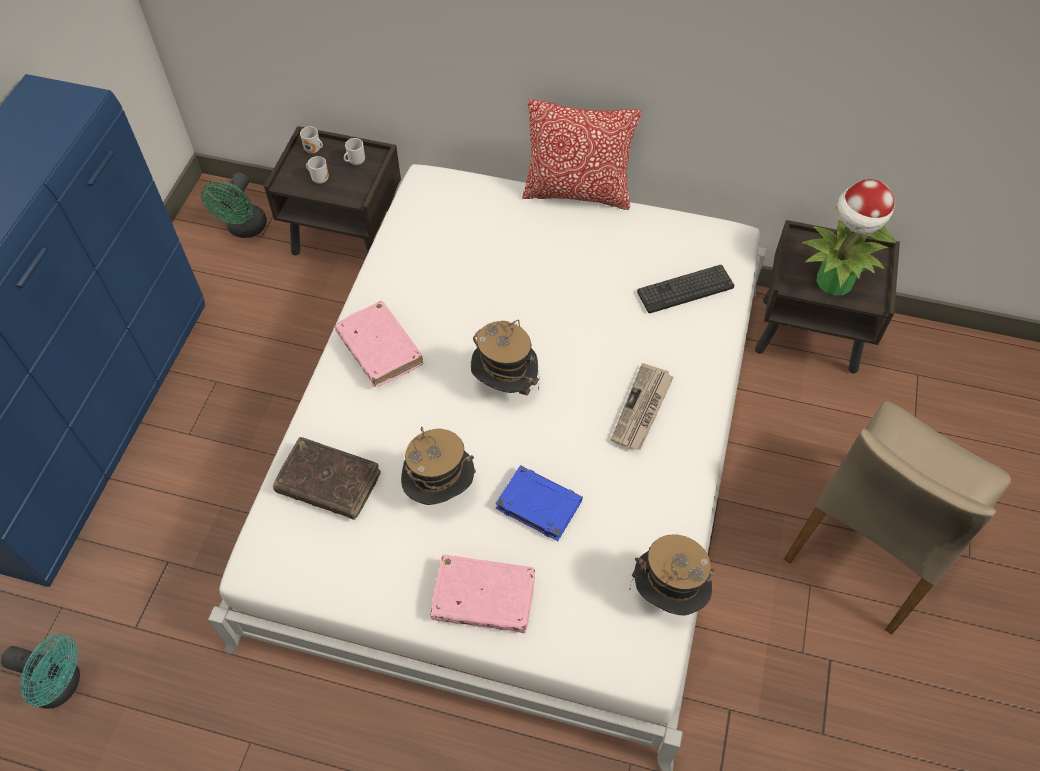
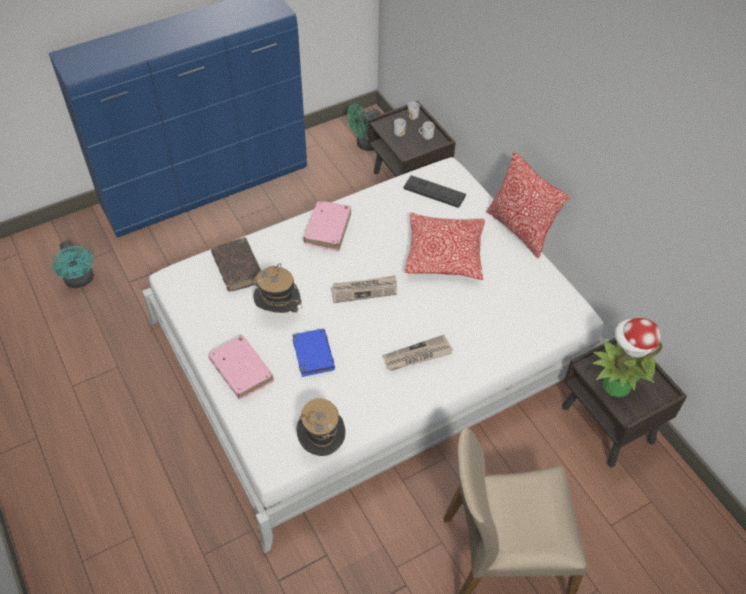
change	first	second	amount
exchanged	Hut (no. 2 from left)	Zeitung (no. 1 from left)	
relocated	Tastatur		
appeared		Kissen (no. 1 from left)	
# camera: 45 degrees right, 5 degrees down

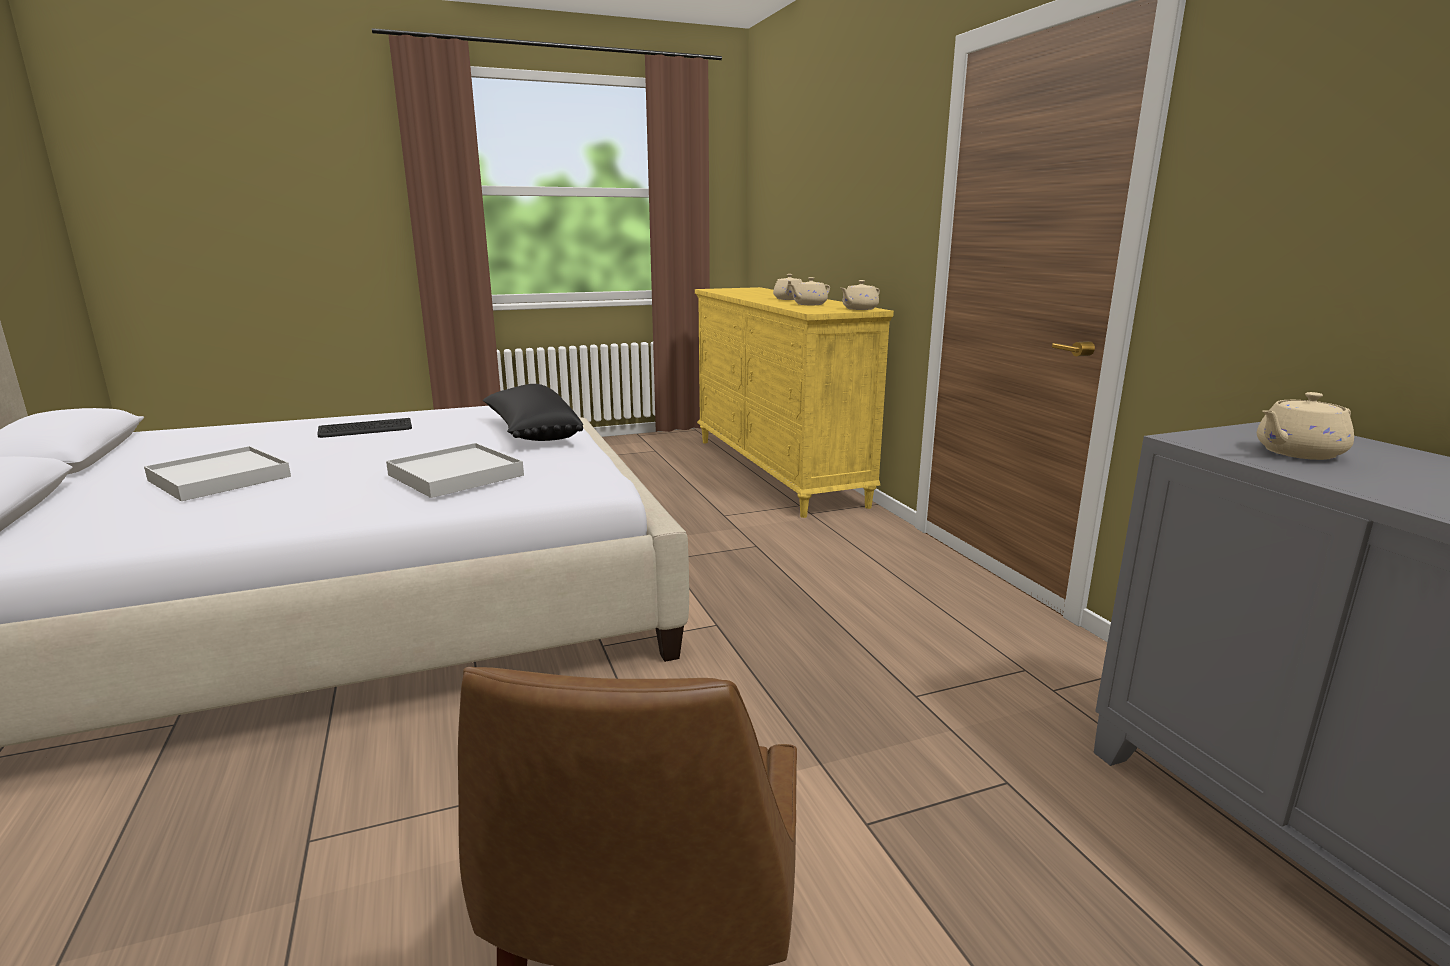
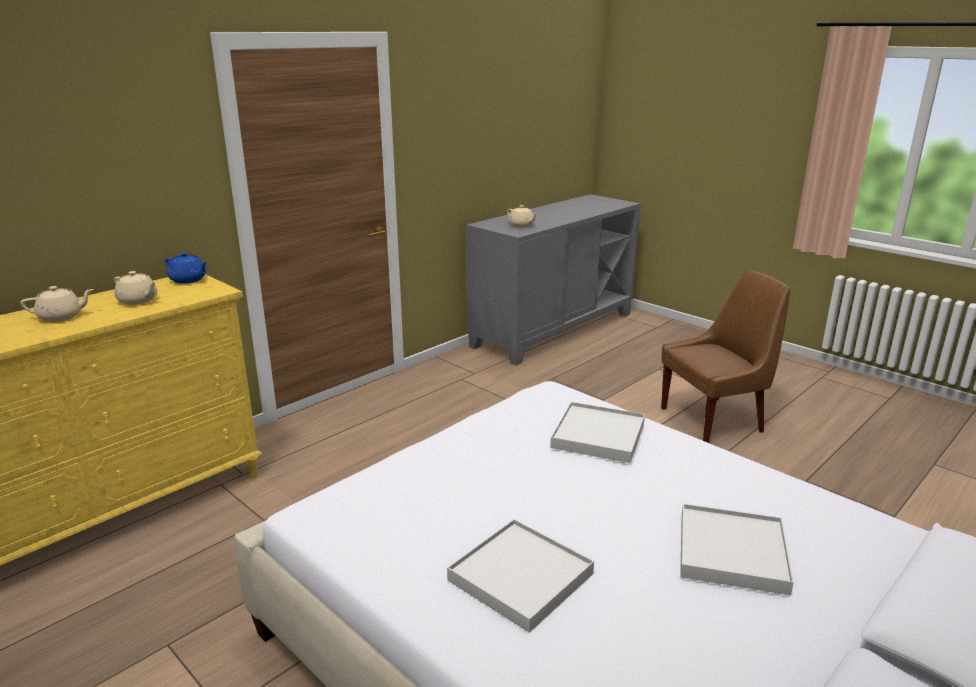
change	first	second	amount
colour	Teekanne (beige) (no. 3 from left)	Teekanne (blau)	
exchanged	Tastatur	Tablett (weiß) (no. 1 from left)	
missing	Kissen (schwarz)		
# camera: 115 degrees left, 5 degrees up

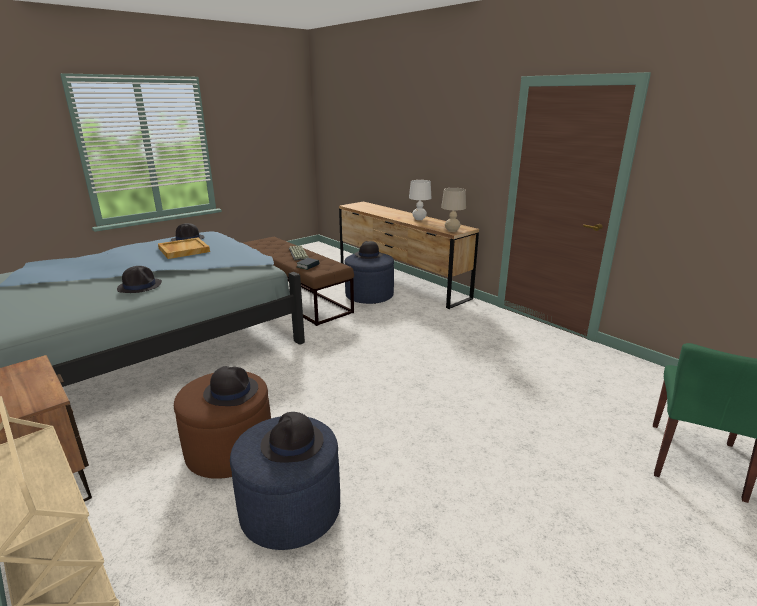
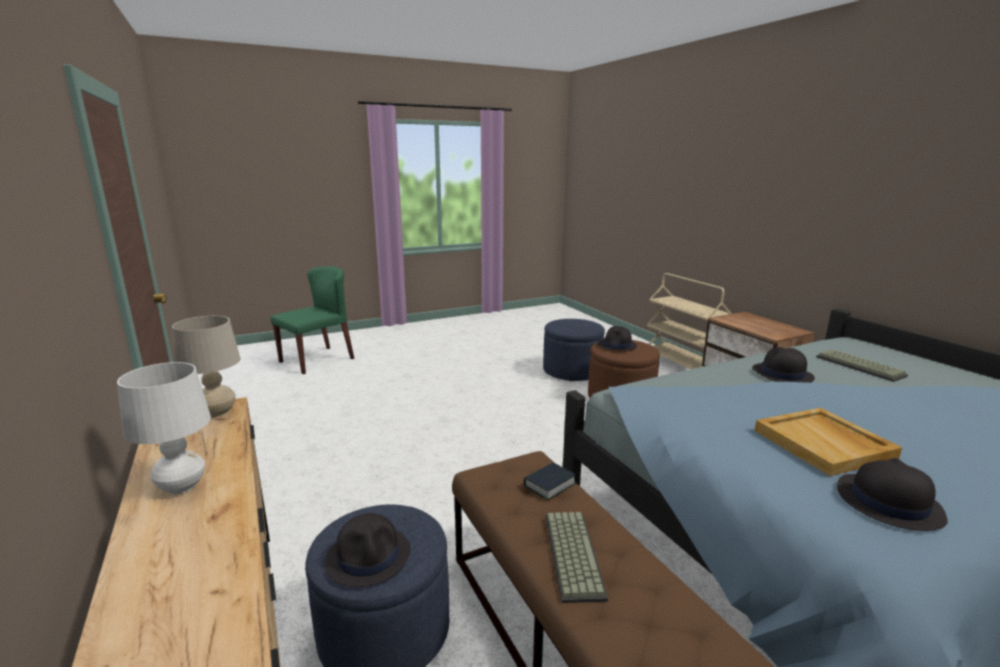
change	first	second	amount
appeared		Tastatur (no. 2 from left)	
missing	Hut (schwarz) (no. 4 from left)		
# camera: 165 degrees left, 5 degrees down

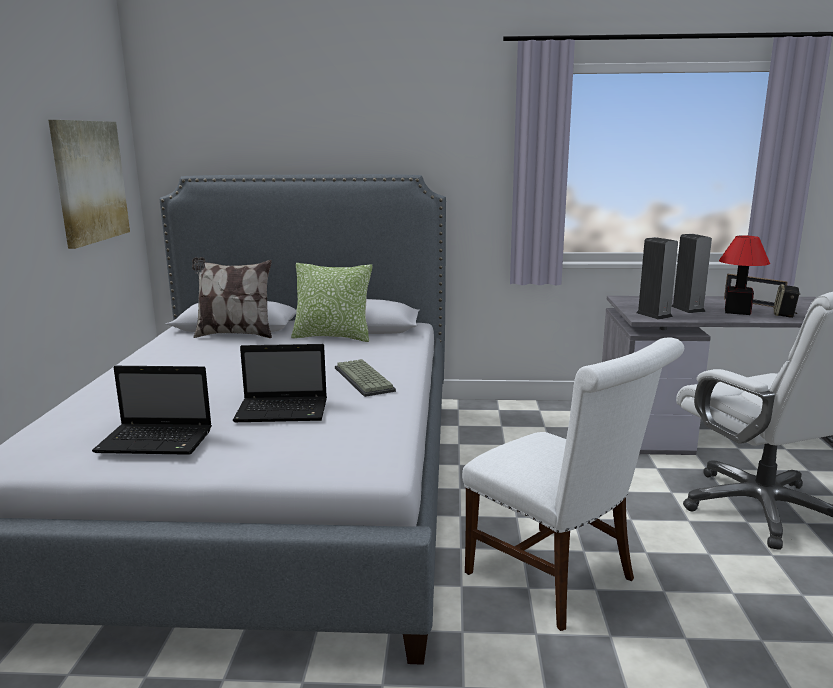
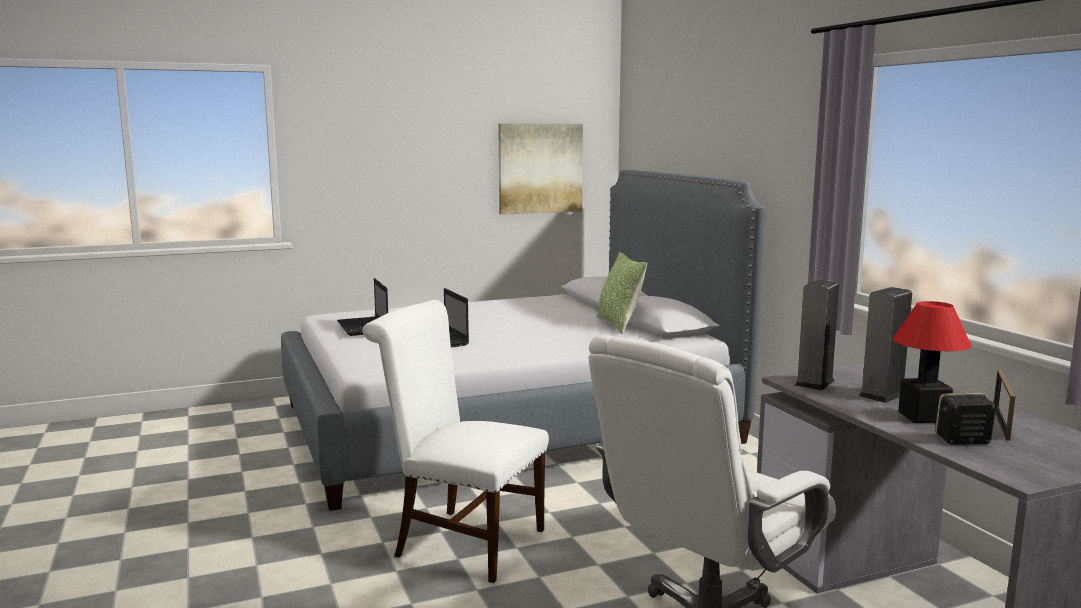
change	first	second	amount
spun	Stuhl (weiß)		90 degrees clockwise
missing	Kissen (no. 1 from left)		
missing	Tastatur		
# camera: 65 degrees right, 5 degrees down

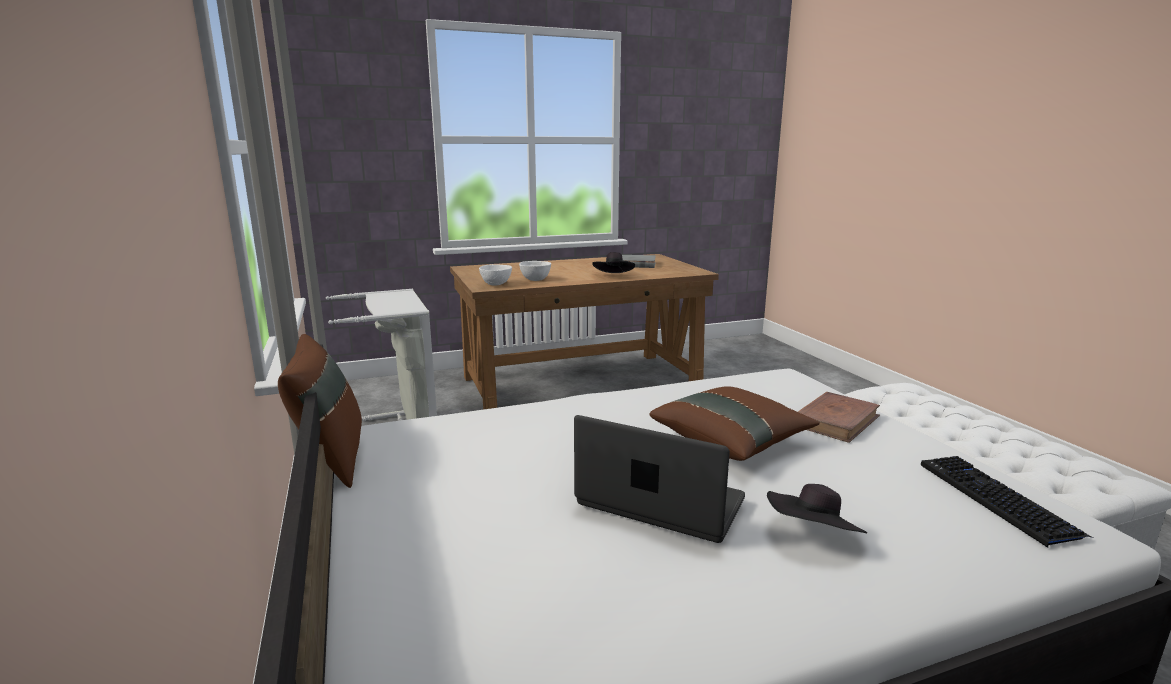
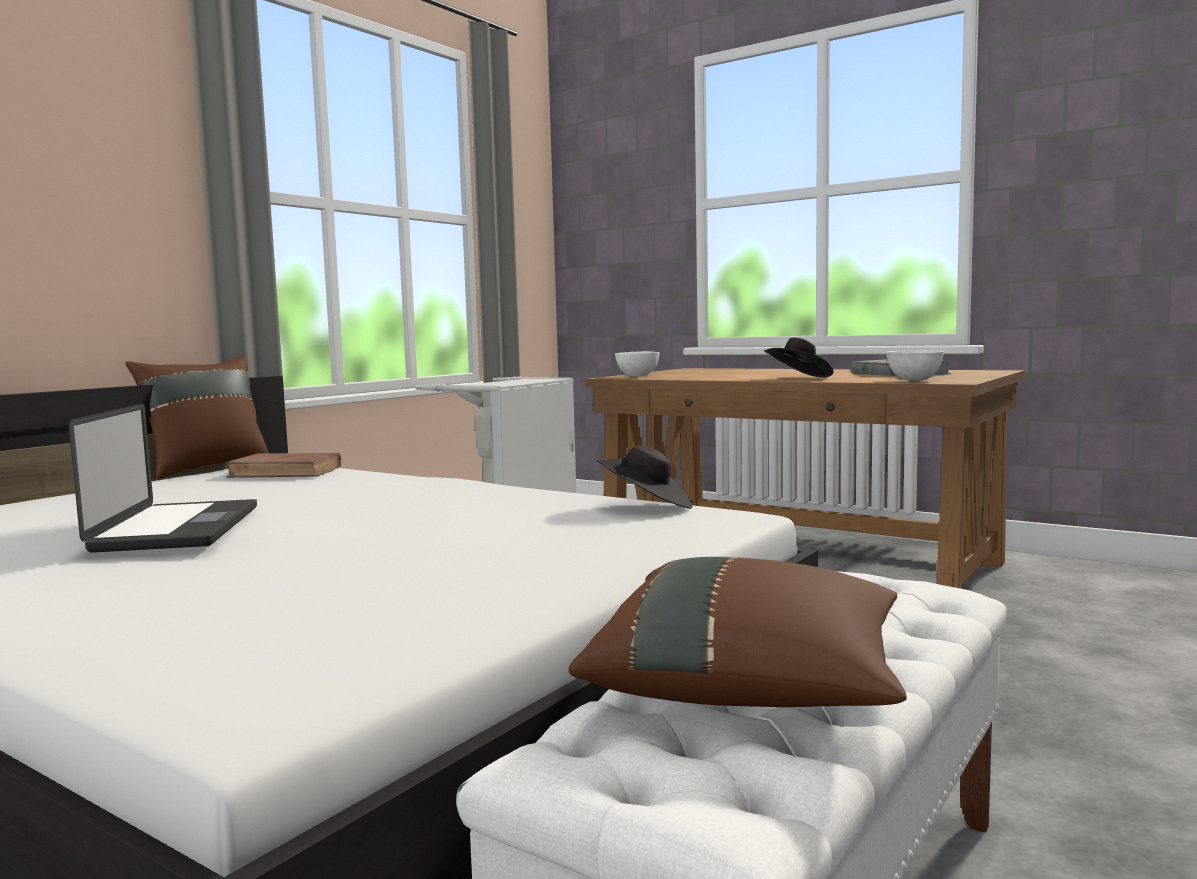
change	first	second	amount
relocated	Buch (braun)		
relocated	Kissen (braun) (no. 2 from left)		
relocated	Hut (schwarz) (no. 2 from left in the first image)	Hut (schwarz) (no. 1 from left)	
relocated	Schüssel (weiß) (no. 2 from left)		
missing	Tastatur		
# camera: 55 degrees right, 10 degrees down

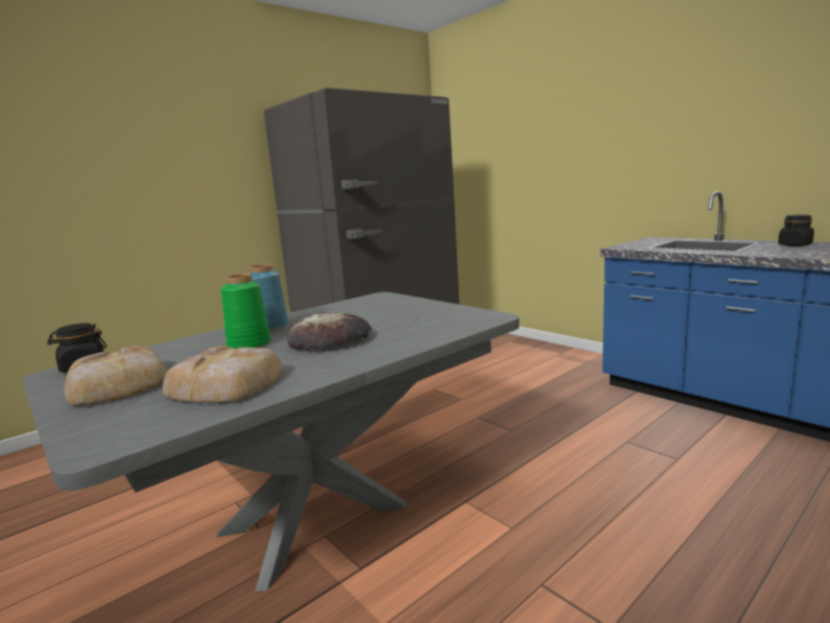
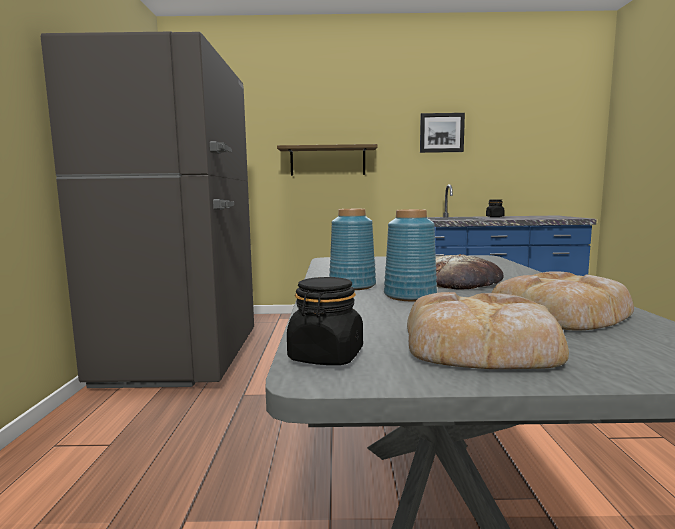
change	first	second	amount
appeared		Wandregal	
colour	Vase (grün)	Vase (blau) (no. 2 from left)	
appeared		Bild	
# camera: 50 degrees left, 5 degrees down

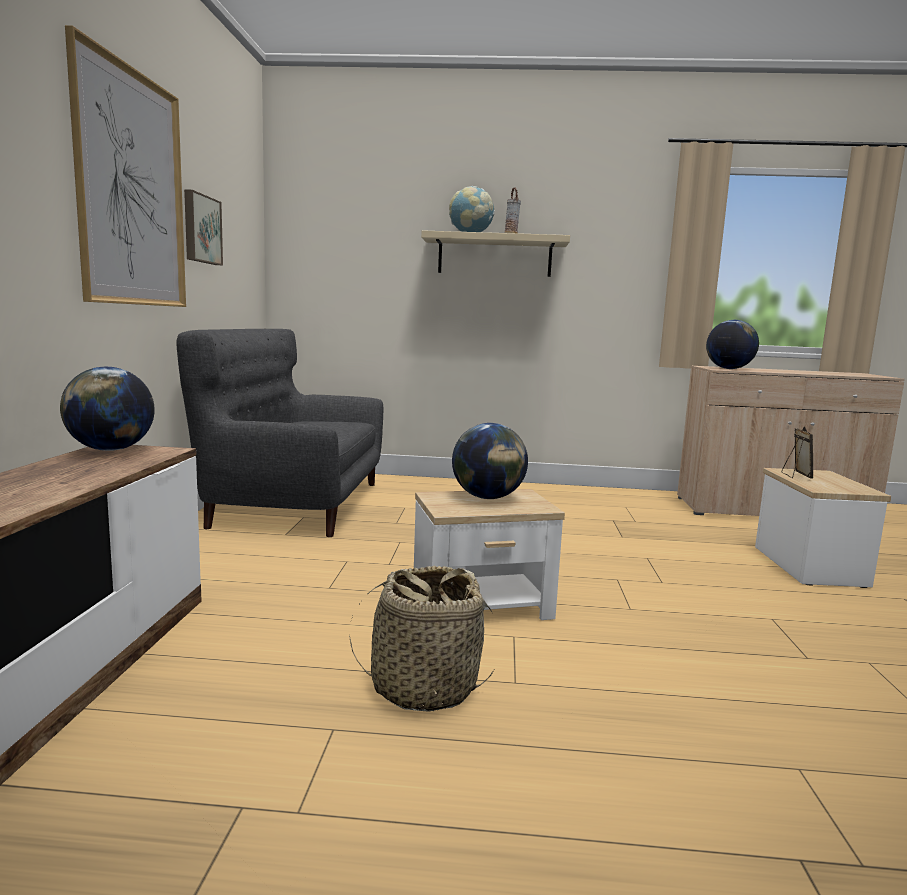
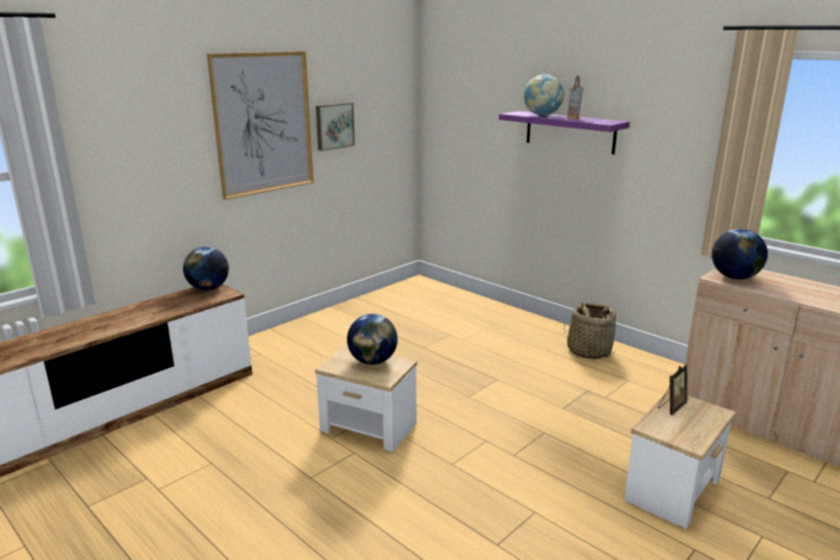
change	first	second	amount
colour	Wandregal (beige)	Wandregal (lila)	
relocated	Korb		
missing	Sofa (grau)		
# camera: 40 degrees right, 10 degrees up

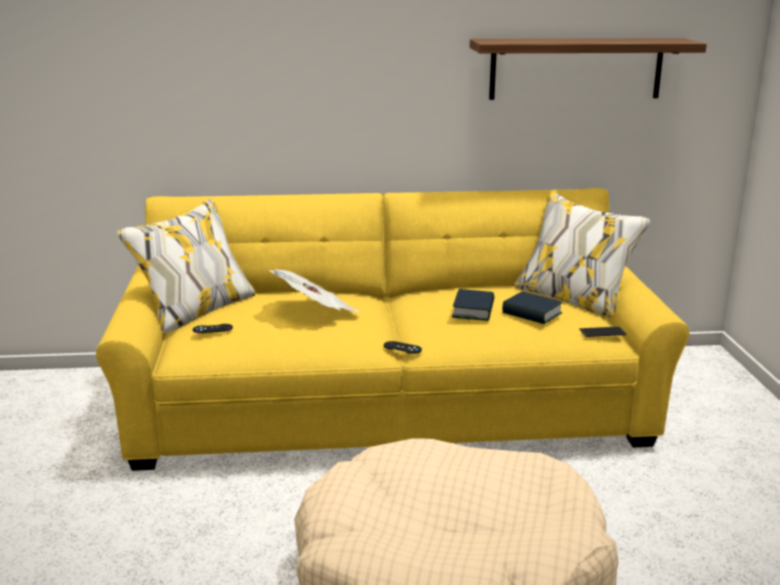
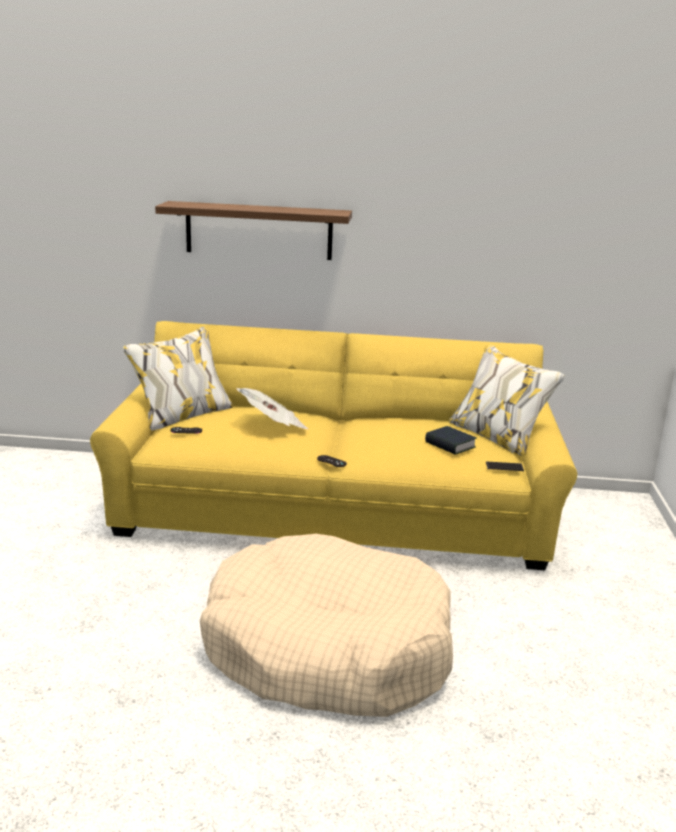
change	first	second	amount
relocated	Wandregal		
missing	Buch (no. 1 from left)		
# camera: 10 degrees right, 0 degrees up

